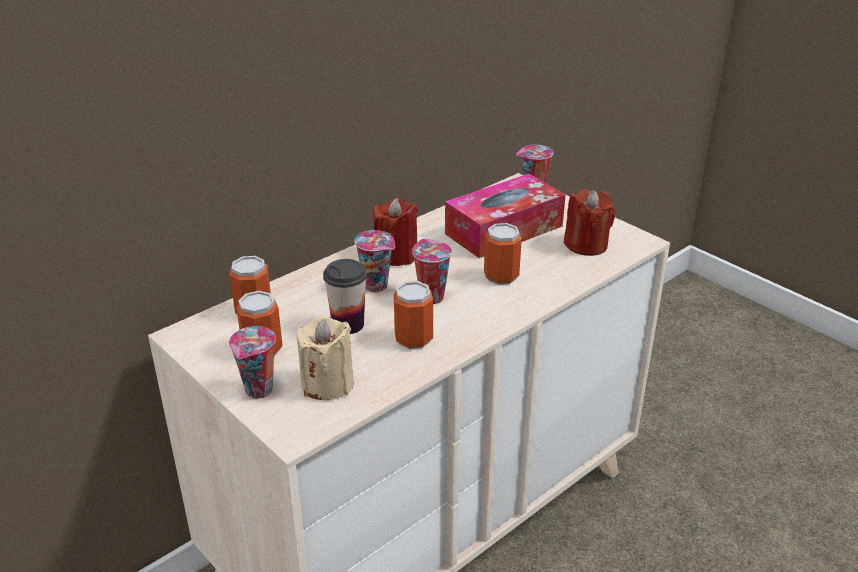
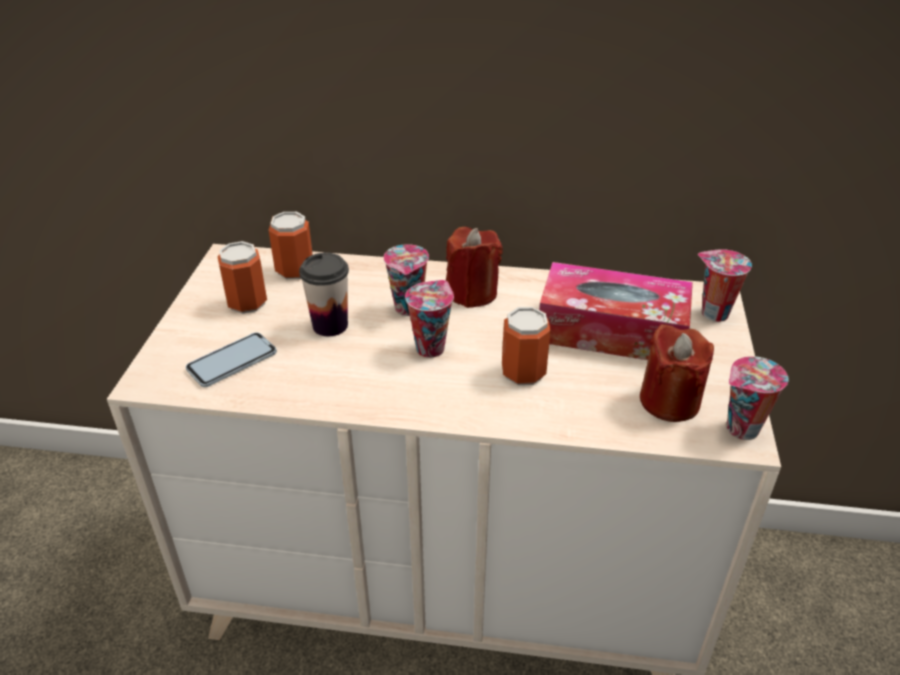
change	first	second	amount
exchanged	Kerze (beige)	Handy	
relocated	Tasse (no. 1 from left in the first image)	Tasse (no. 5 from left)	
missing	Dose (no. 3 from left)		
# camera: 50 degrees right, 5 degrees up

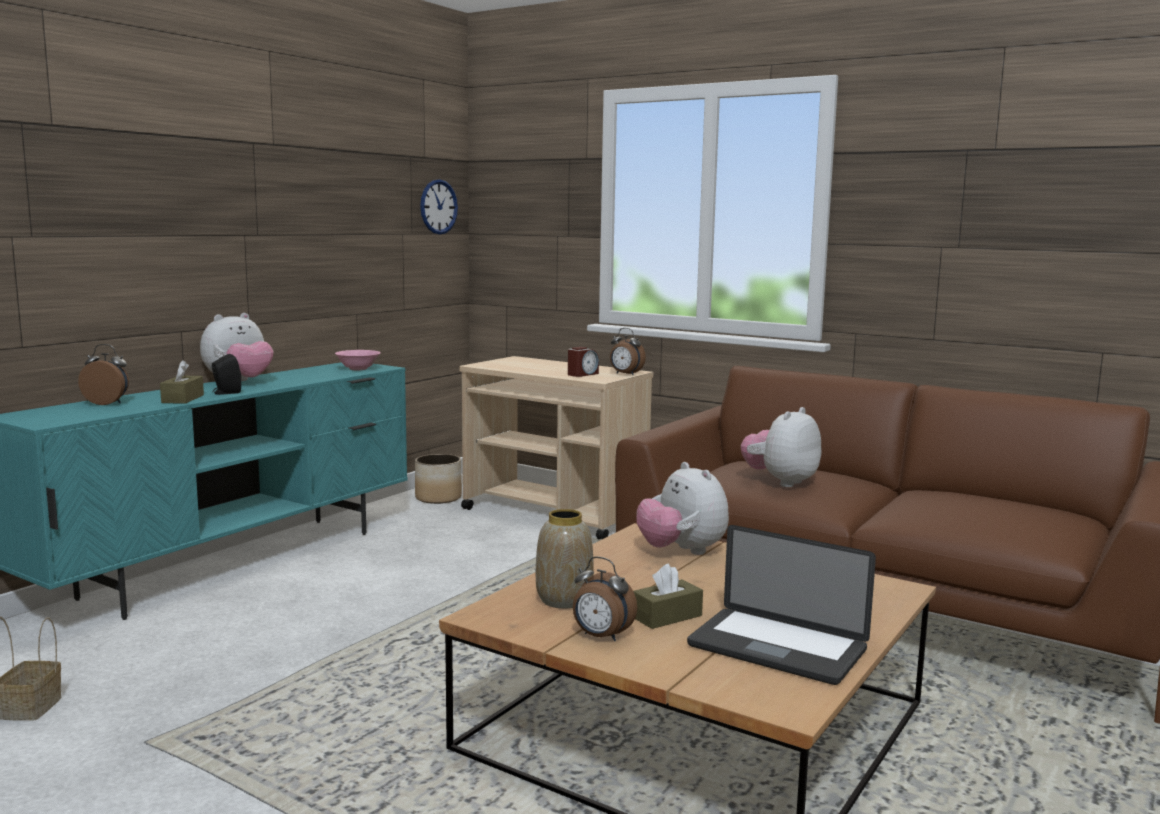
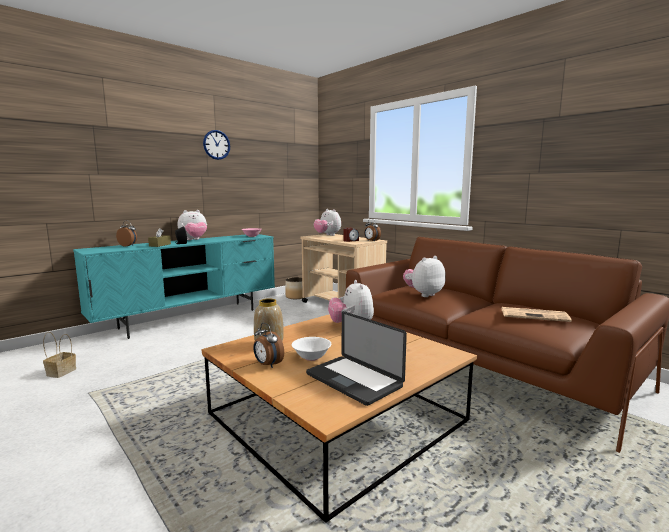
change	first	second	amount
relocated	Wanduhr		
exchanged	Taschentuchbox (braun) (no. 2 from left)	Schüssel (weiß)	
appeared		Plüschtier (no. 2 from left)	
appeared		Zeitung	
# camera: 15 degrees right, 0 degrees up

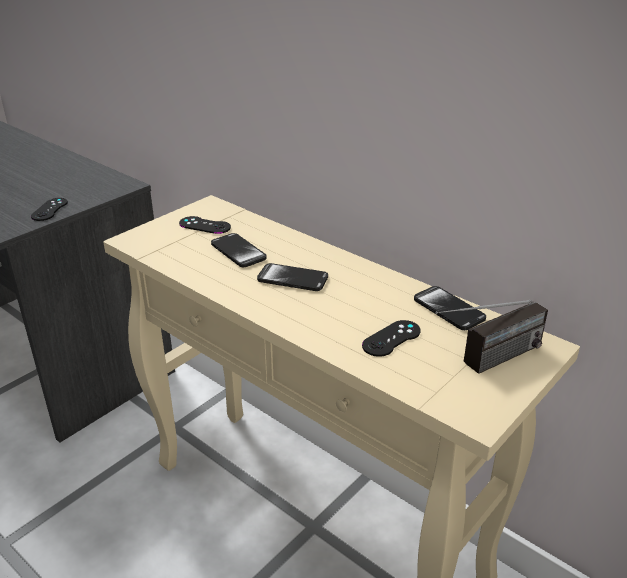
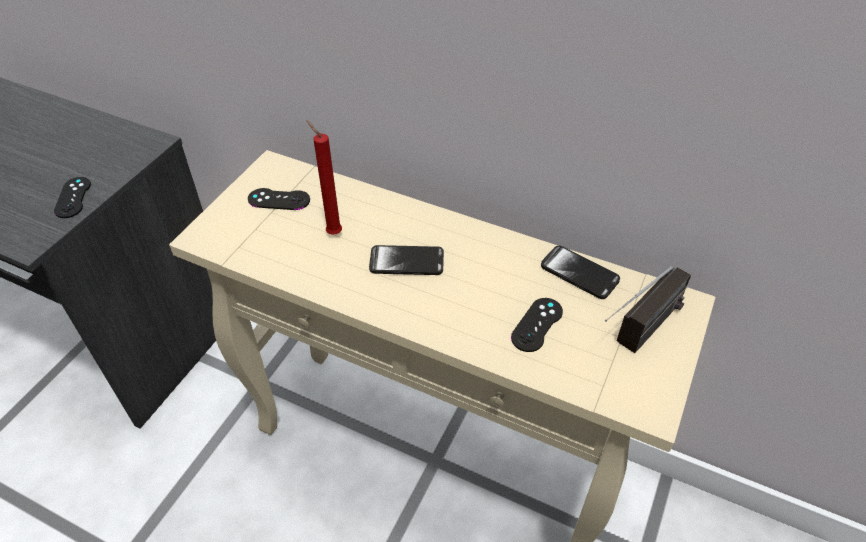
change	first	second	amount
exchanged	Handy (no. 1 from left)	Kerze (rot)	
# camera: 15 degrees left, 15 degrees up

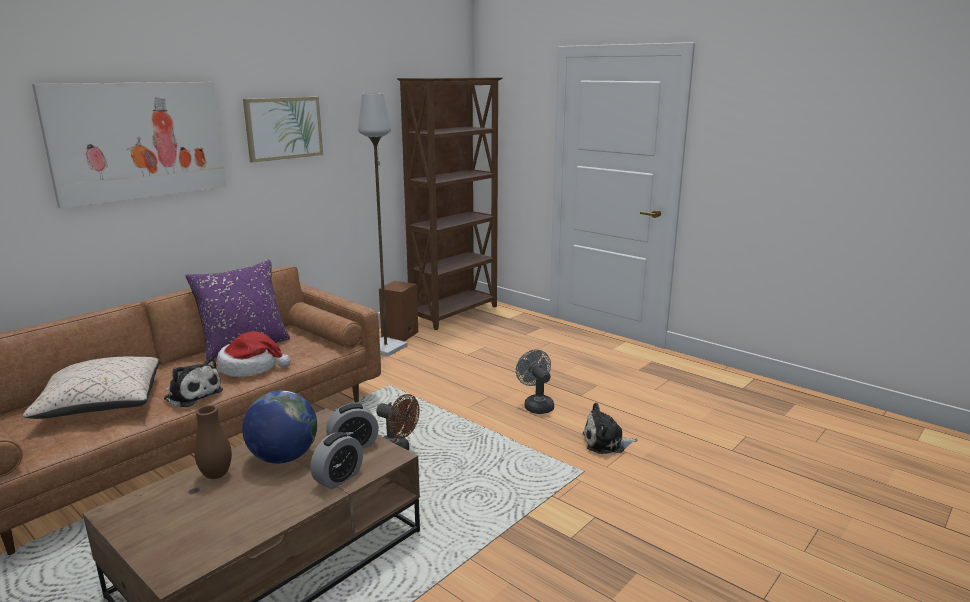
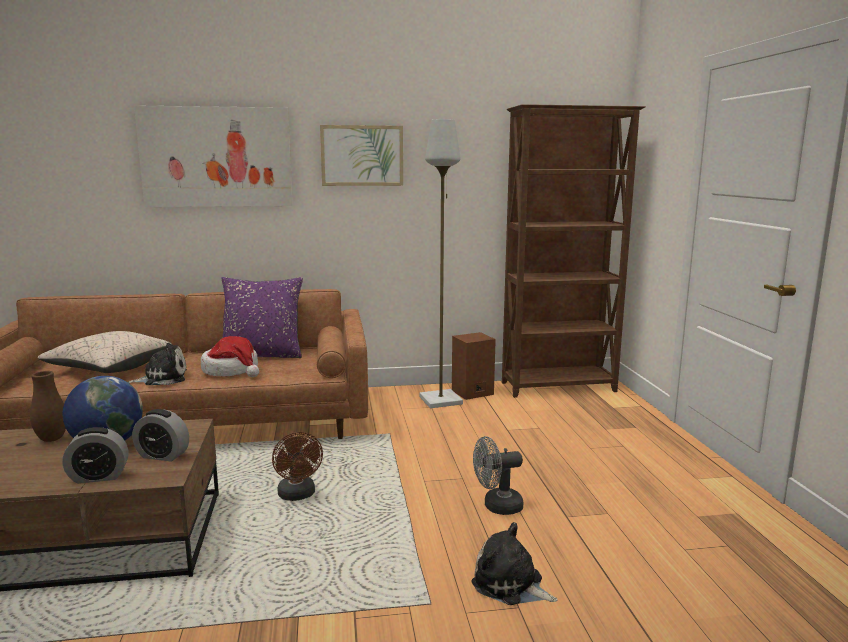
change	first	second	amount
spun	Plüschtier (no. 1 from left)		90 degrees counterclockwise
spun	Ventilator (grau)		120 degrees counterclockwise
# camera: 40 degrees right, 5 degrees down

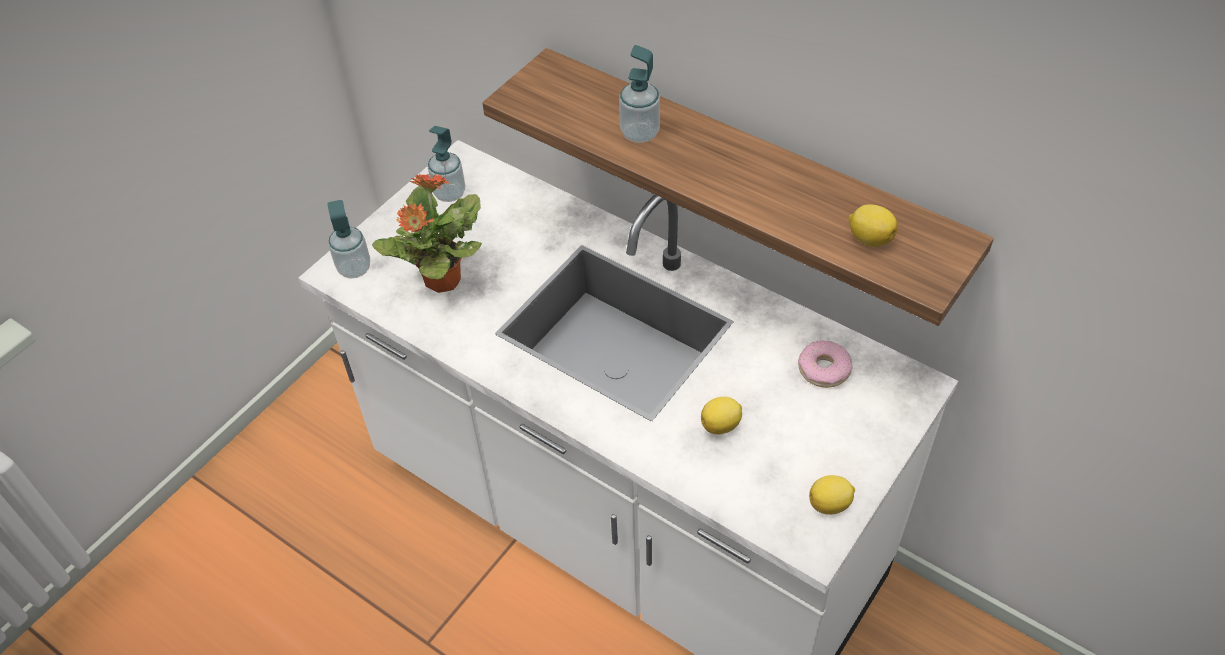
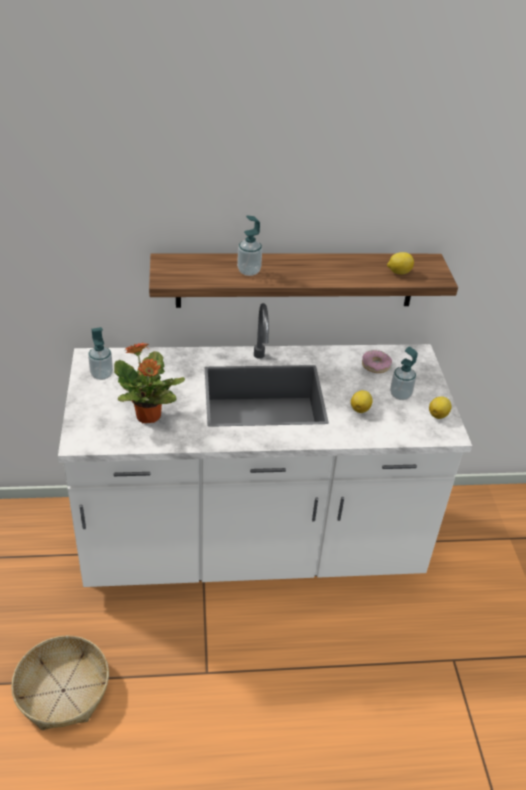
change	first	second	amount
appeared		Korb	
relocated	Seifenspender (no. 1 from left in the first image)	Seifenspender (no. 3 from left)	
# camera: 45 degrees left, 10 degrees down

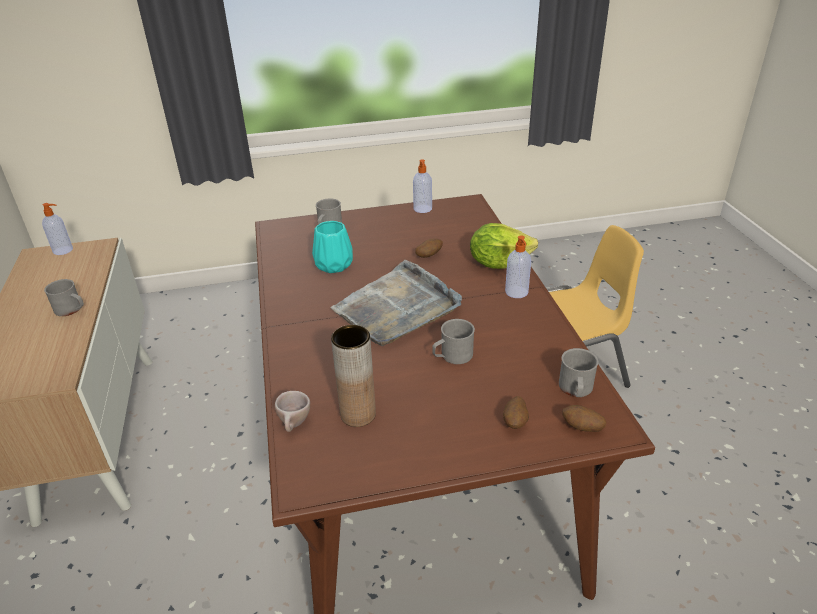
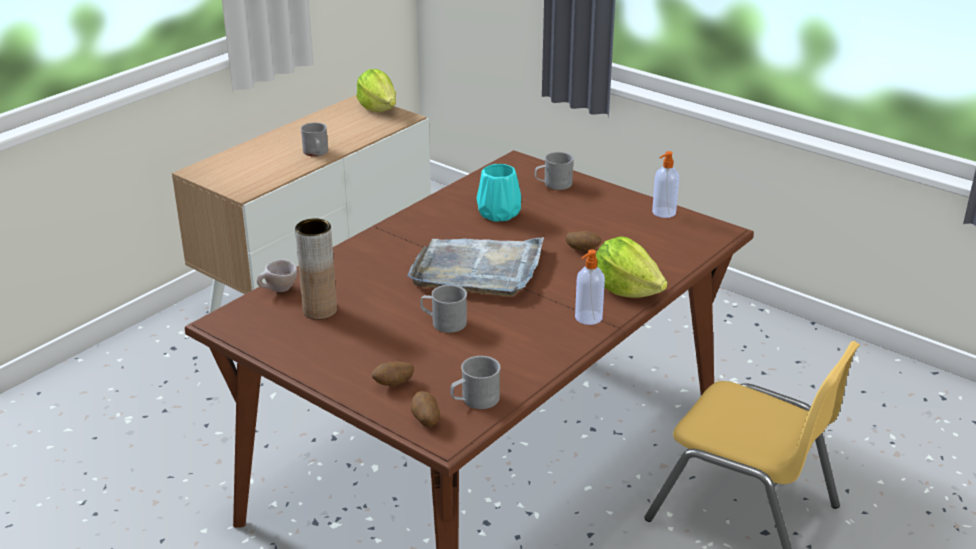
change	first	second	amount
exchanged	Seifenspender (no. 1 from left)	Salatkopf (no. 1 from left)	
# camera: 50 degrees right, 5 degrees down

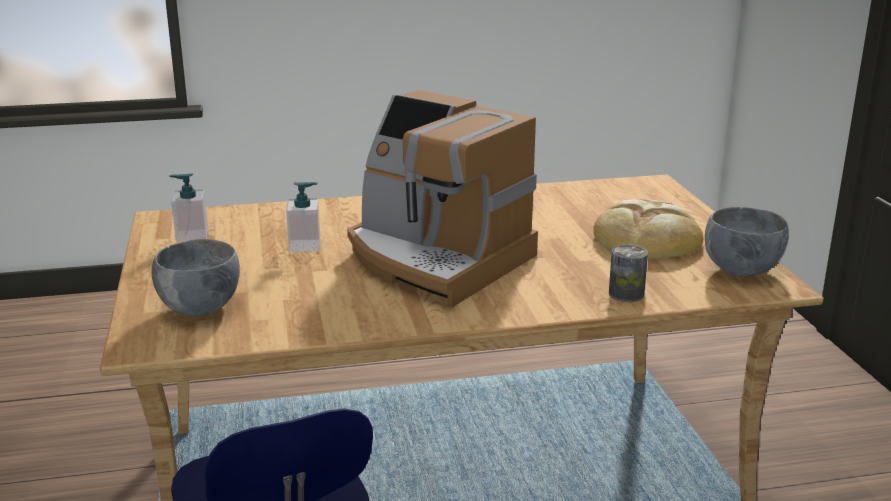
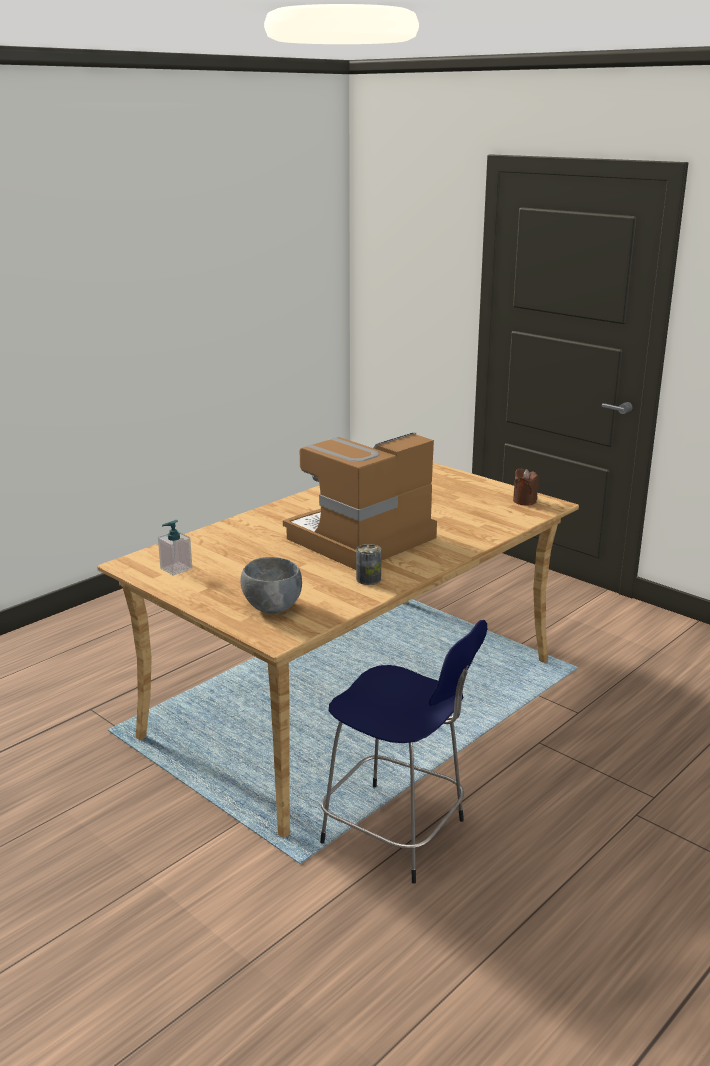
change	first	second	amount
spun	Kaffeemaschine		135 degrees clockwise
relocated	Dose		
exchanged	Schüssel (grau) (no. 2 from left)	Kerze (braun)	
missing	Seifenspender (no. 2 from left)		
missing	Brot		
# camera: 35 degrees left, 0 degrees up

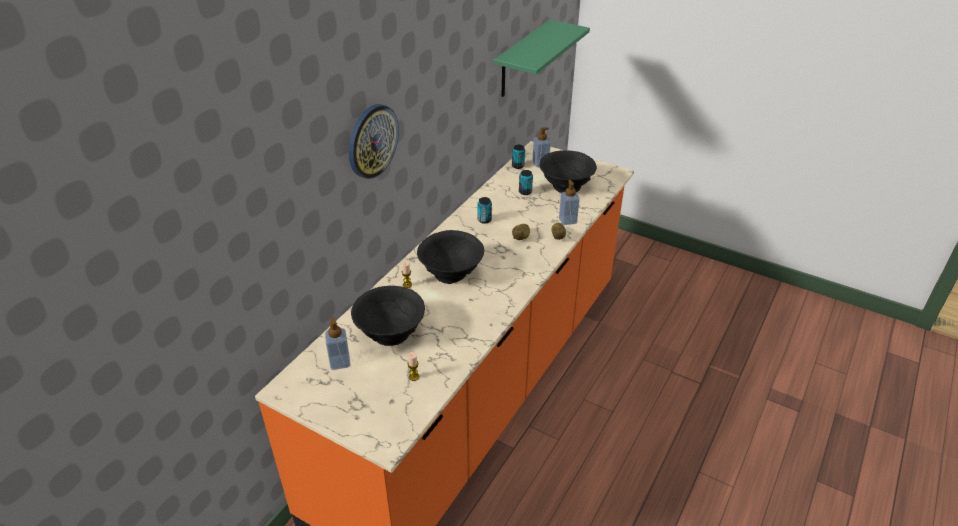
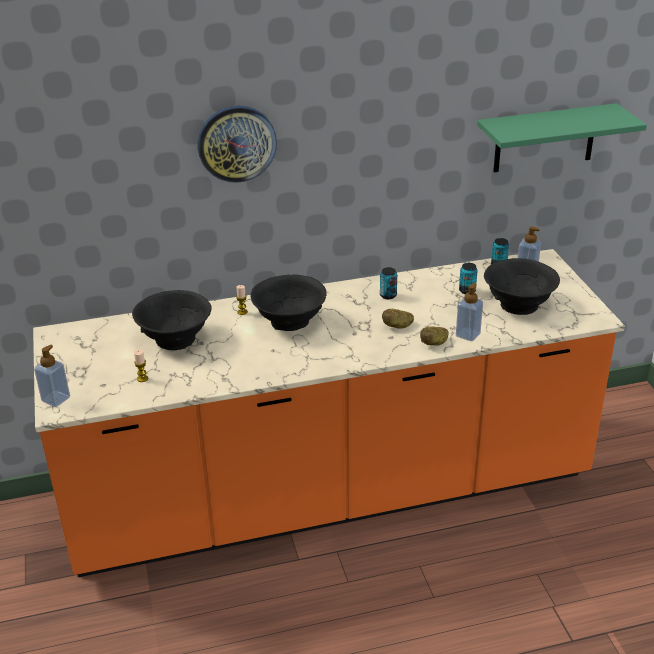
change	first	second	amount
relocated	Seifenspender (no. 1 from left)		
# camera: 45 degrees right, 5 degrees down

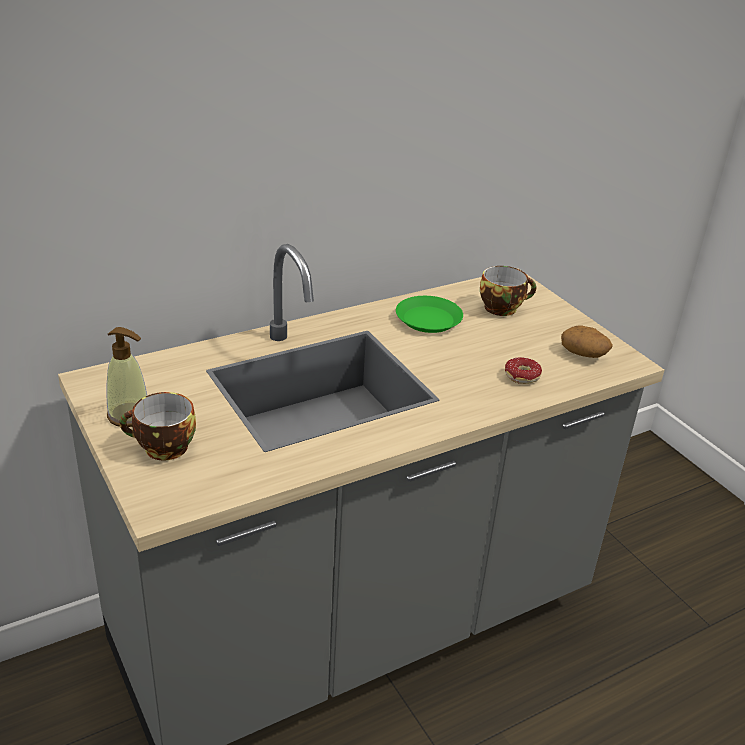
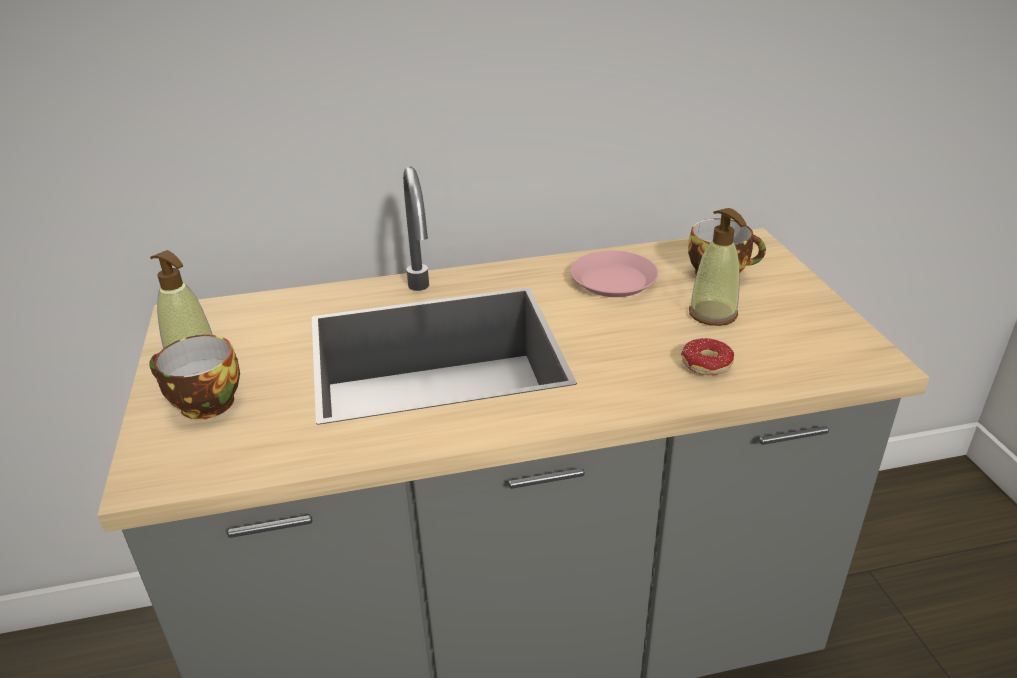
change	first	second	amount
colour	Teller (grün)	Teller (rosa)	
appeared		Seifenspender (no. 2 from left)	
missing	Kartoffel		
# camera: 20 degrees right, 0 degrees up

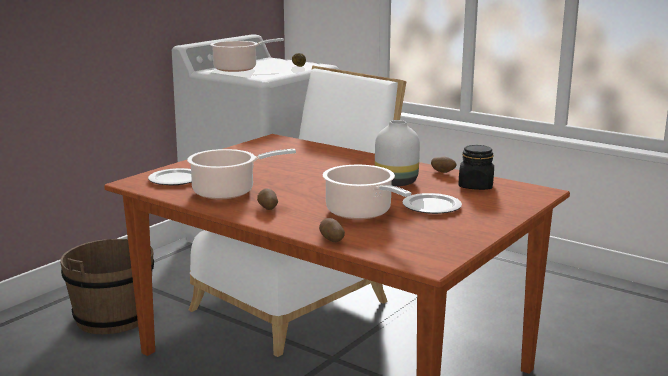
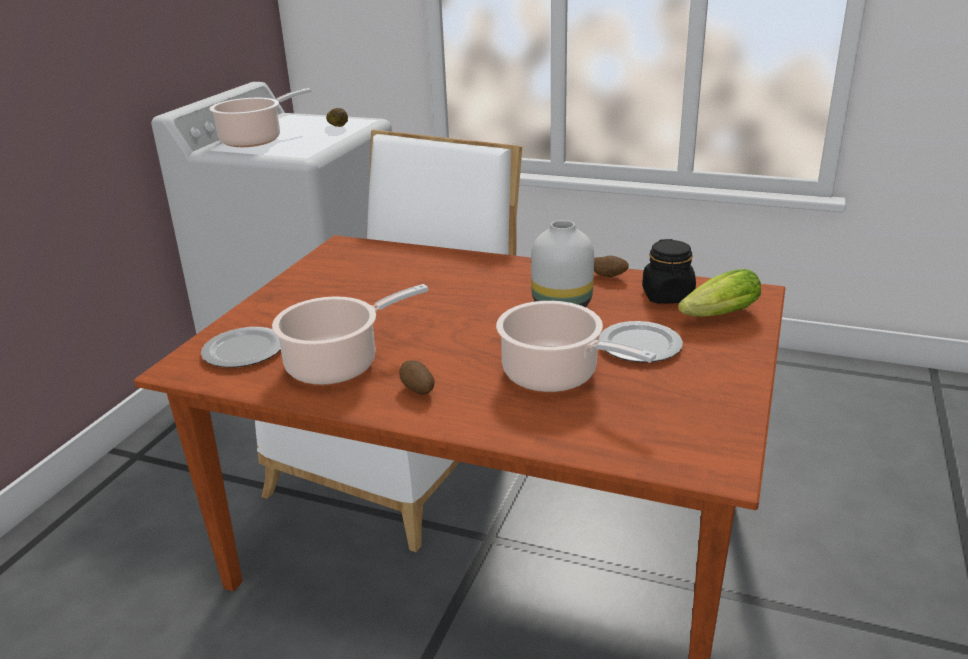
change	first	second	amount
appeared		Salatkopf	
missing	Eimer (braun)		
missing	Kartoffel (no. 3 from left)		
# camera: 15 degrees left, 10 degrees up

